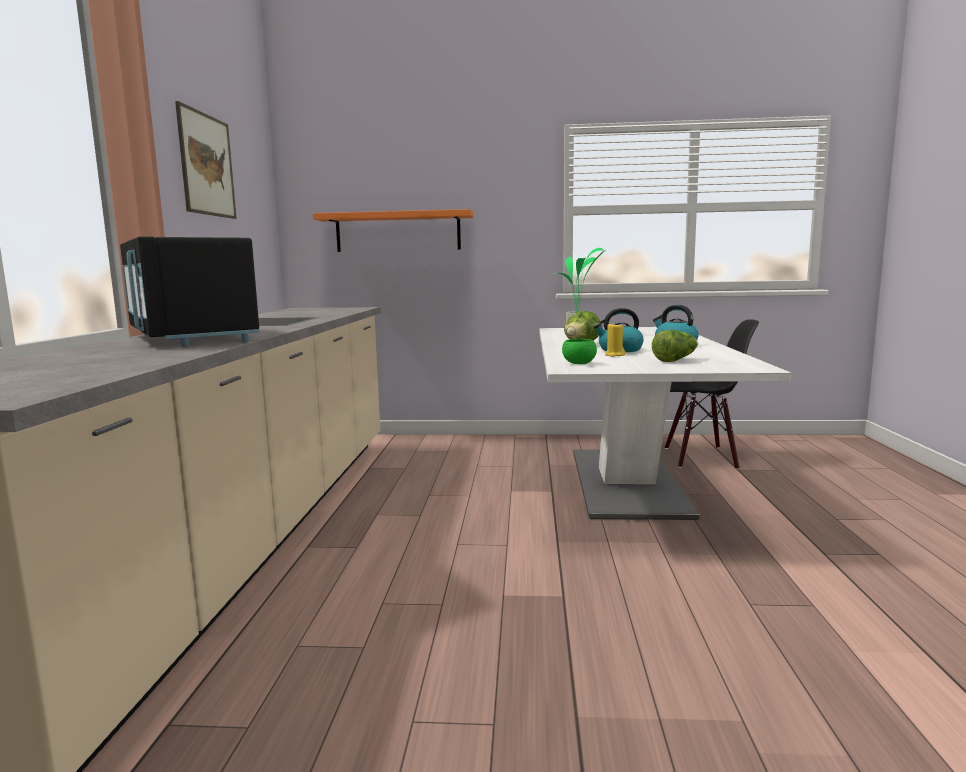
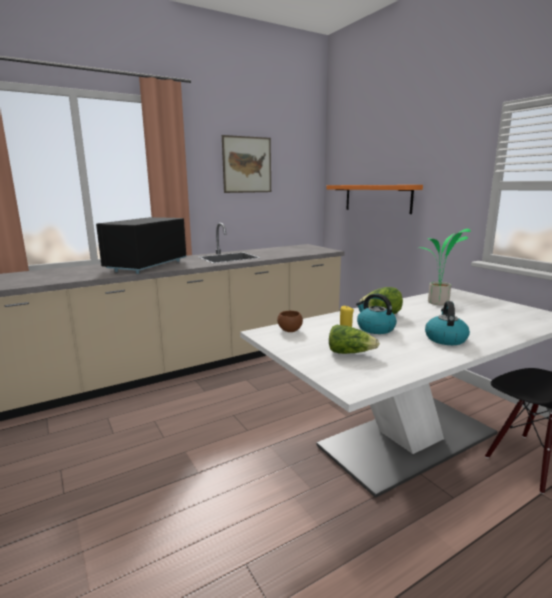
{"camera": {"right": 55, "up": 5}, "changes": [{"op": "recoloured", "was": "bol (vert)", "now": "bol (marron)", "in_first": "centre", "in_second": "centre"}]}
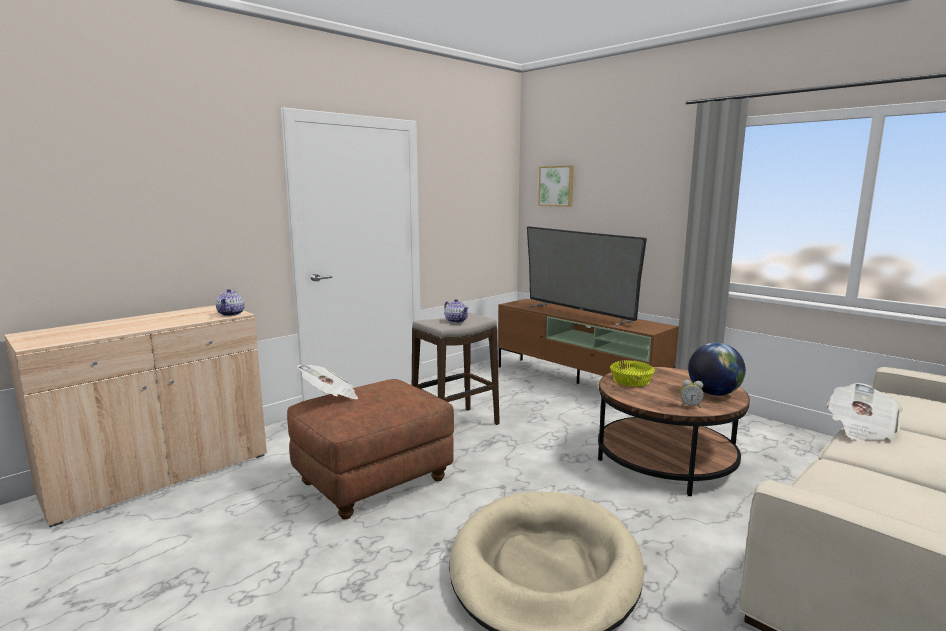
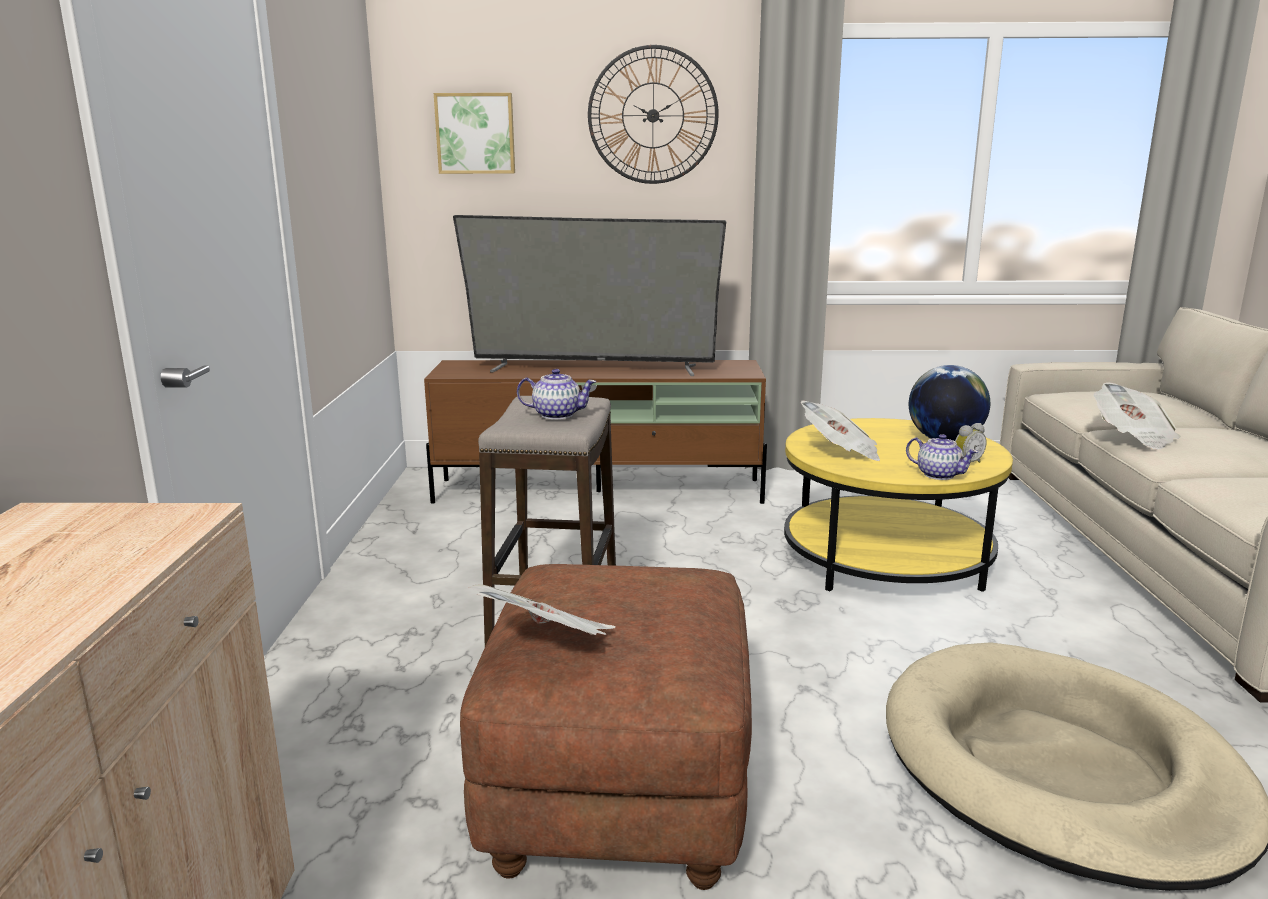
{"camera": {"right": -45, "up": 5}, "changes": [{"op": "moved", "was": "théière (1st from left in the first image)", "now": "théière (2nd from left)", "in_first": "middle left", "in_second": "middle right"}, {"op": "replaced", "was": "bol (jaune)", "now": "journal (2nd from left)", "in_first": "middle right", "in_second": "centre"}, {"op": "recoloured", "was": "table basse (marron)", "now": "table basse (jaune)", "in_first": "bottom right", "in_second": "middle right"}, {"op": "added", "now": "horloge murale", "in_second": "top centre"}]}
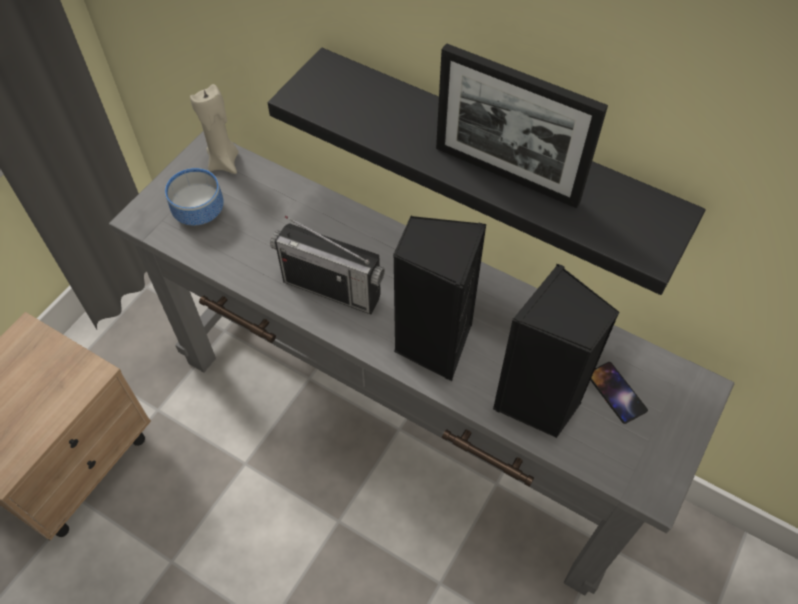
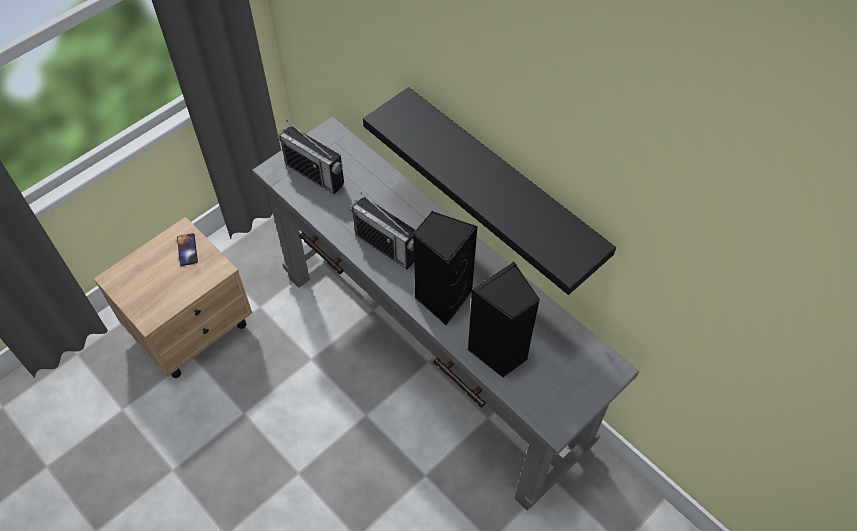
{"camera": {"right": 15, "up": 0}, "changes": [{"op": "removed", "was": "cadre photo", "in_first": "top centre"}, {"op": "removed", "was": "bougie (beige)", "in_first": "top left"}, {"op": "replaced", "was": "bol", "now": "radio (1st from left)", "in_first": "top left", "in_second": "top centre"}, {"op": "moved", "was": "téléphone", "in_first": "middle right", "in_second": "middle left"}]}
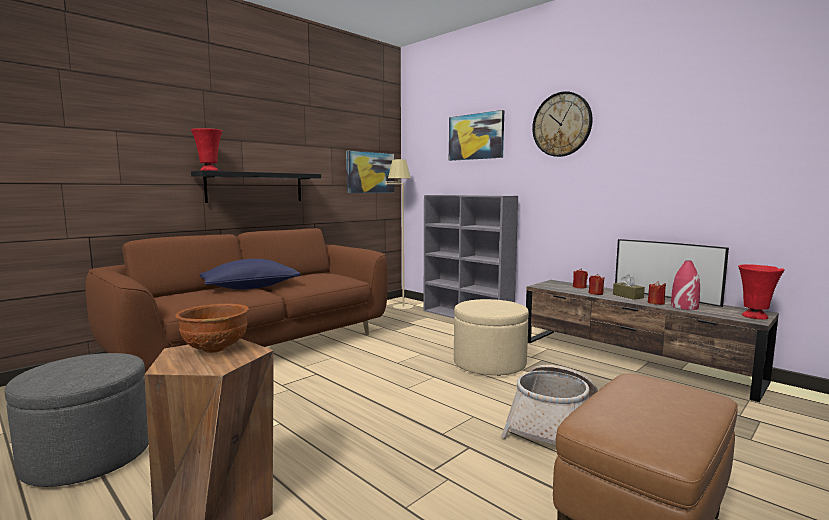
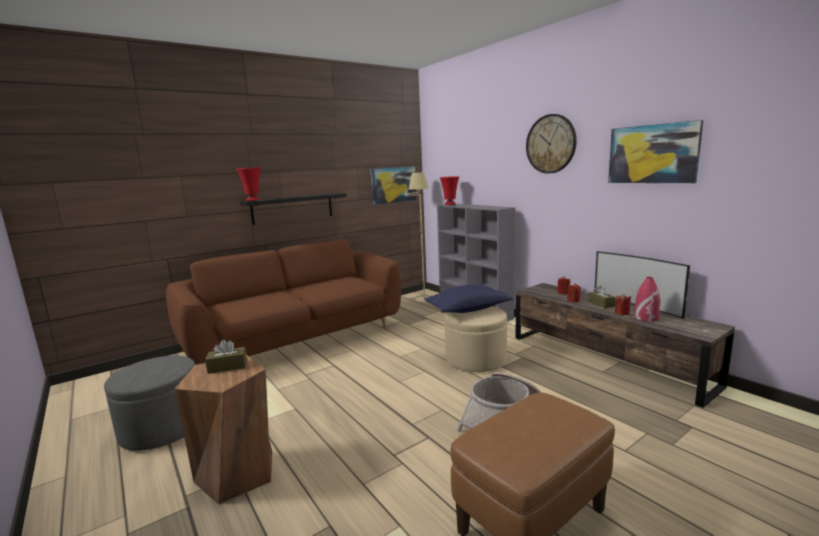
{"camera": {"right": 10, "up": 5}, "changes": [{"op": "moved", "was": "tableau (2nd from left)", "in_first": "top centre", "in_second": "top right"}, {"op": "moved", "was": "coussin (bleu)", "in_first": "middle left", "in_second": "centre"}, {"op": "moved", "was": "vase (rouge) (3rd from left in the first image)", "now": "vase (rouge) (2nd from left)", "in_first": "middle right", "in_second": "centre"}, {"op": "replaced", "was": "bol (marron)", "now": "boîte à mouchoirs (marron) (1st from left)", "in_first": "middle left", "in_second": "middle left"}]}
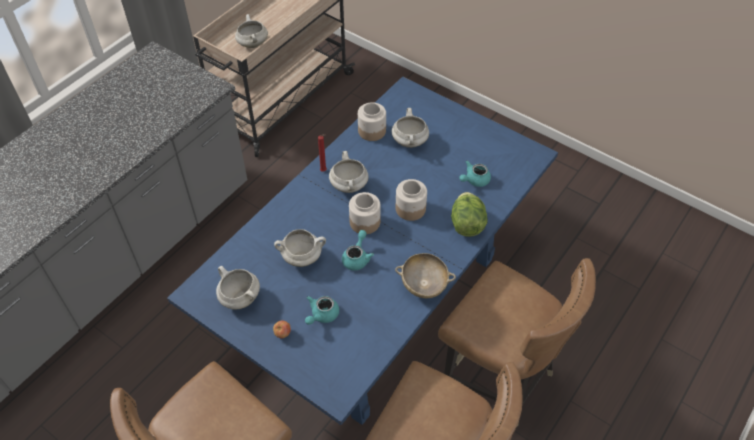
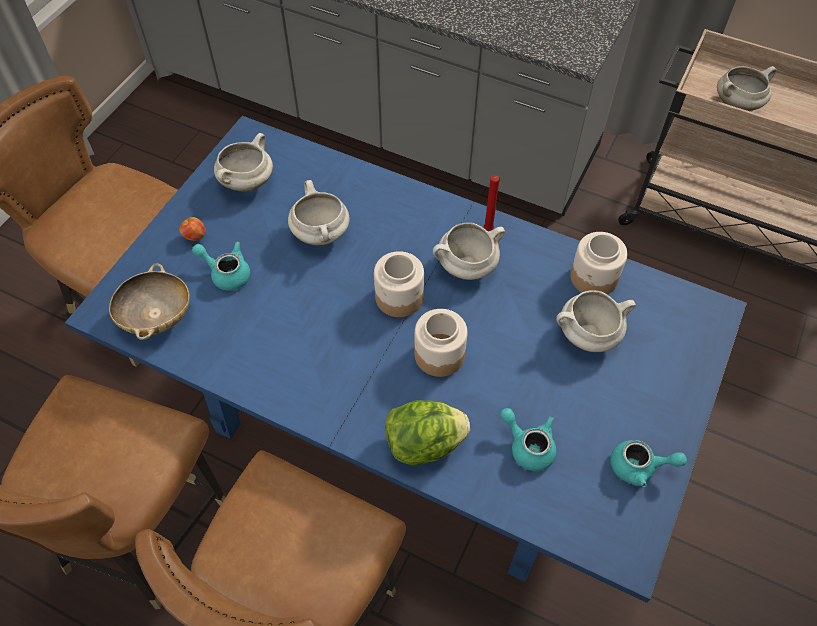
{"camera": {"right": 80, "up": 5}, "changes": [{"op": "moved", "was": "théière (turquoise) (2nd from left in the first image)", "now": "théière (turquoise) (3rd from left)", "in_first": "centre", "in_second": "bottom right"}, {"op": "moved", "was": "bol (beige)", "in_first": "centre", "in_second": "middle left"}]}
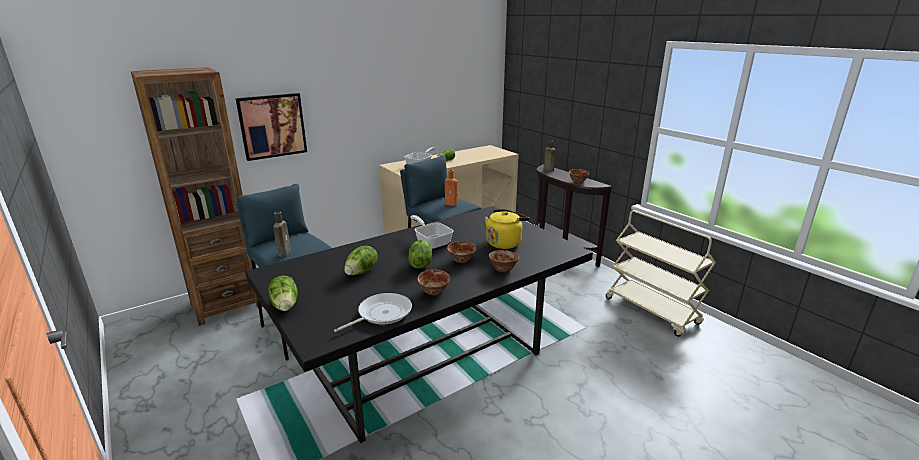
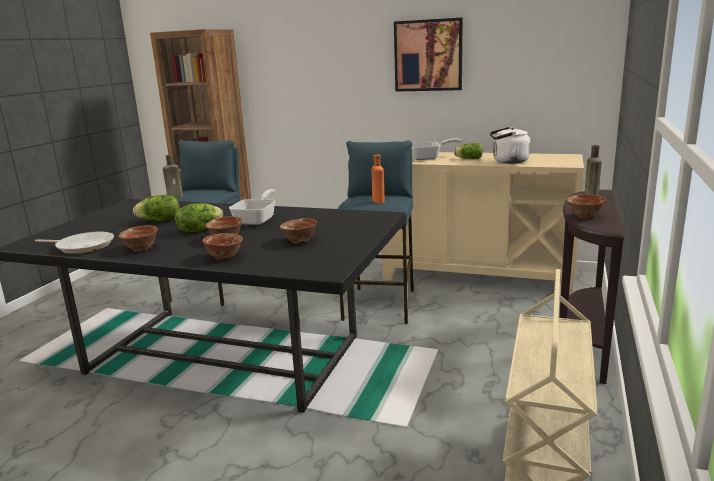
{"camera": {"right": 55, "up": -5}, "changes": [{"op": "moved", "was": "tableau", "in_first": "top left", "in_second": "top centre"}, {"op": "replaced", "was": "bouilloire (jaune)", "now": "bol (4th from left)", "in_first": "centre", "in_second": "centre"}, {"op": "removed", "was": "laitue (1st from left)", "in_first": "middle left"}, {"op": "added", "now": "bouilloire (blanc)", "in_second": "top right"}]}
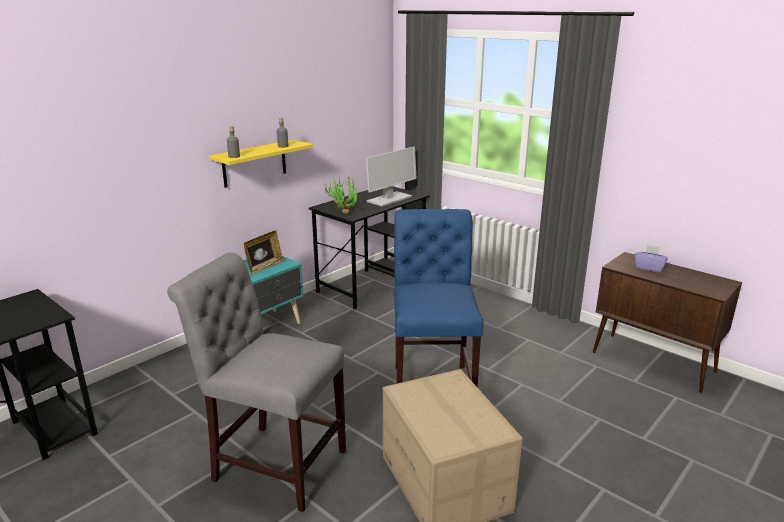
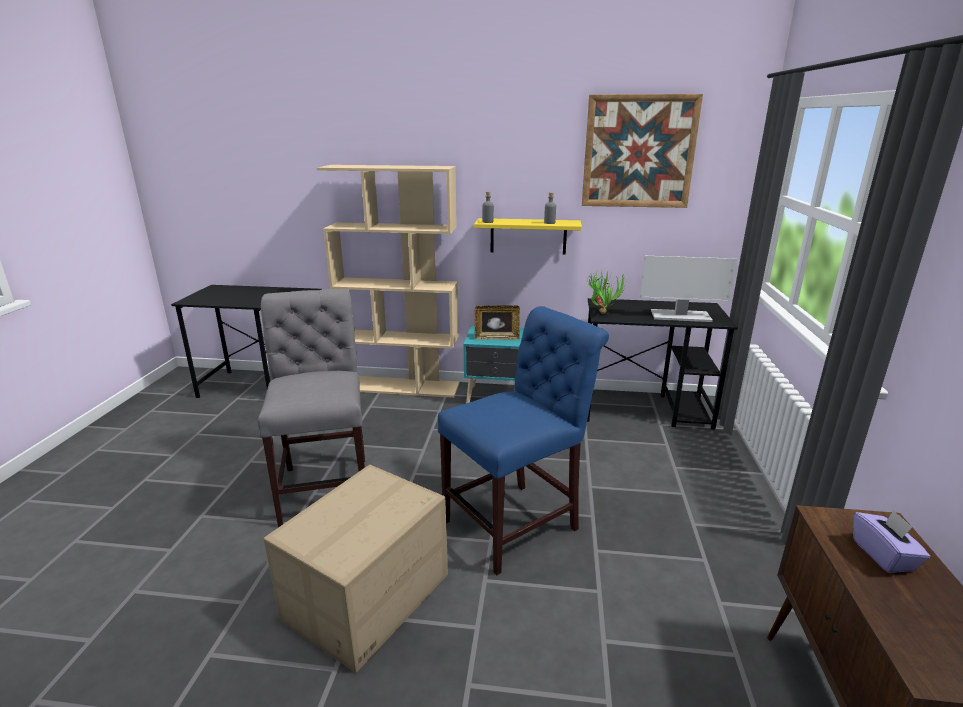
{"camera": {"right": 55, "up": 0}, "changes": [{"op": "added", "now": "tableau", "in_second": "top right"}, {"op": "added", "now": "bibliothèque (beige)", "in_second": "centre"}]}
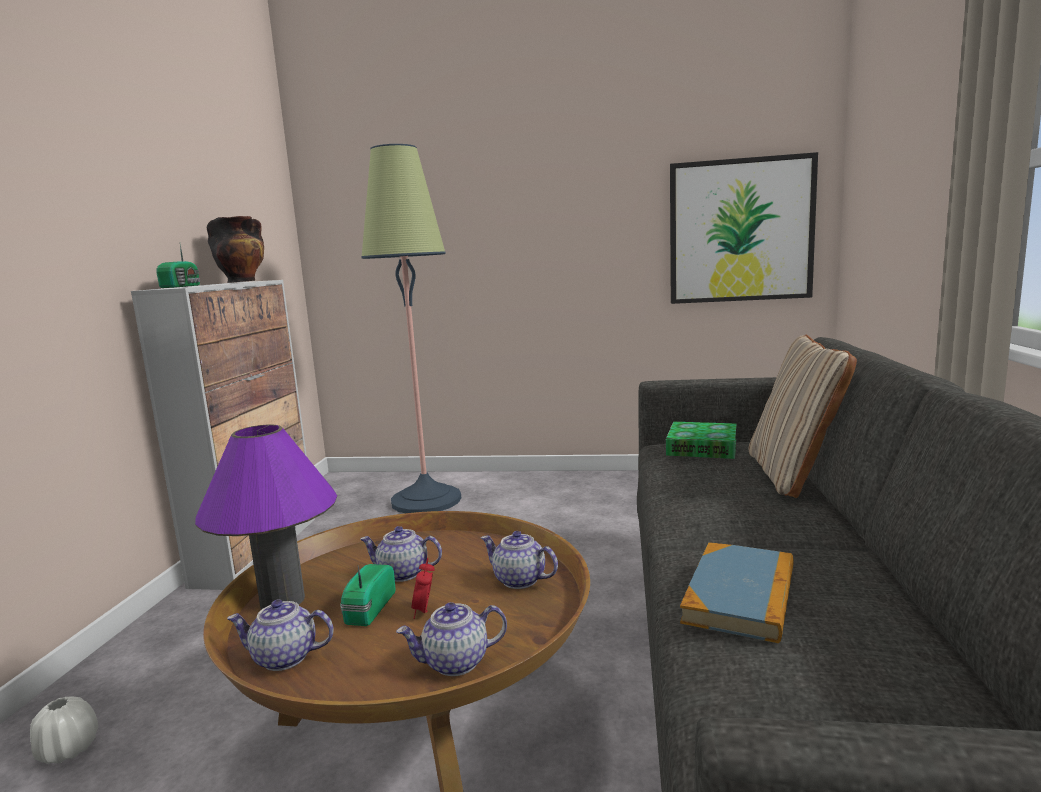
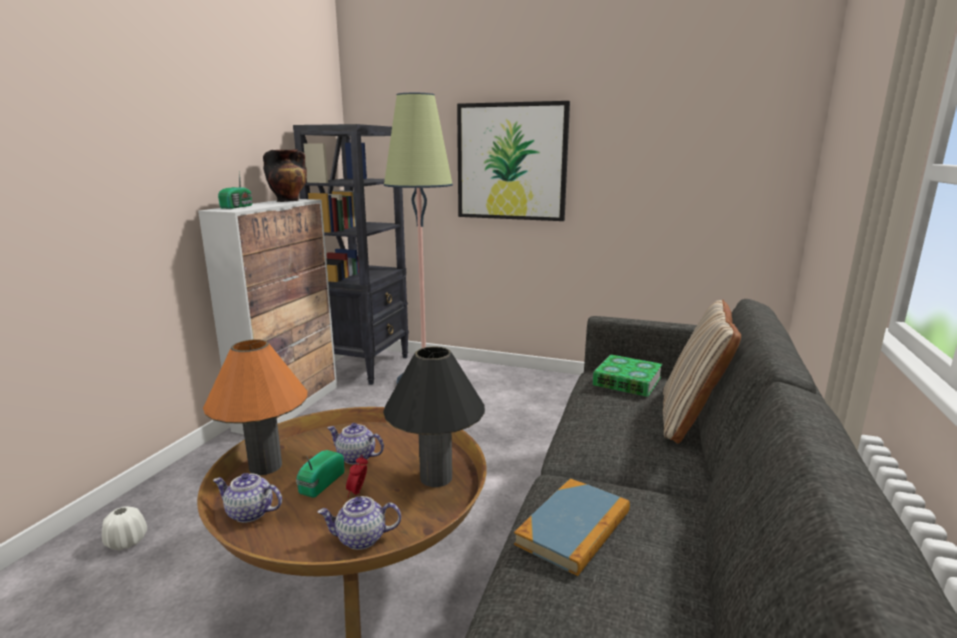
{"camera": {"right": 10, "up": 5}, "changes": [{"op": "moved", "was": "tableau", "in_first": "top right", "in_second": "top centre"}, {"op": "recoloured", "was": "lampe de table (violet)", "now": "lampe de table (orange)", "in_first": "middle left", "in_second": "middle left"}, {"op": "replaced", "was": "théière (4th from left)", "now": "lampe de table (noir)", "in_first": "bottom centre", "in_second": "centre"}, {"op": "added", "now": "bibliothèque (noir)", "in_second": "centre"}]}
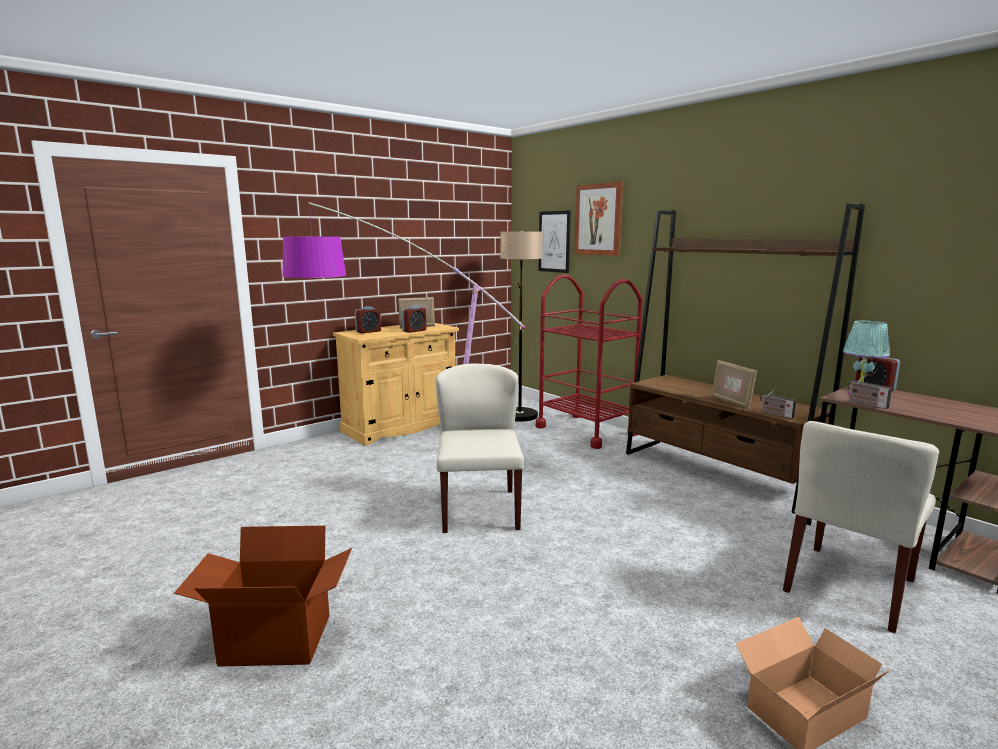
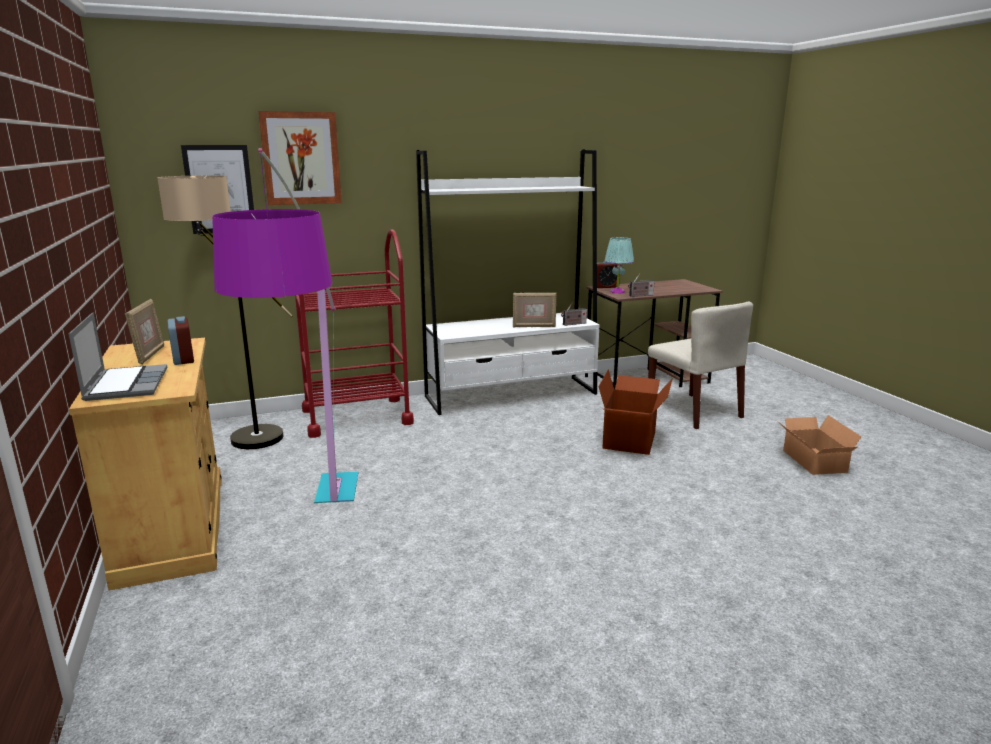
{"camera": {"right": -70, "up": 5}, "changes": [{"op": "recoloured", "was": "bibliothèque (marron)", "now": "bibliothèque (blanc)", "in_first": "middle right", "in_second": "centre"}, {"op": "replaced", "was": "réveil (1st from left)", "now": "ordinateur portable", "in_first": "centre", "in_second": "middle left"}, {"op": "removed", "was": "chaise (beige) (1st from left)", "in_first": "centre"}, {"op": "moved", "was": "carton (1st from left)", "in_first": "bottom left", "in_second": "centre"}]}
